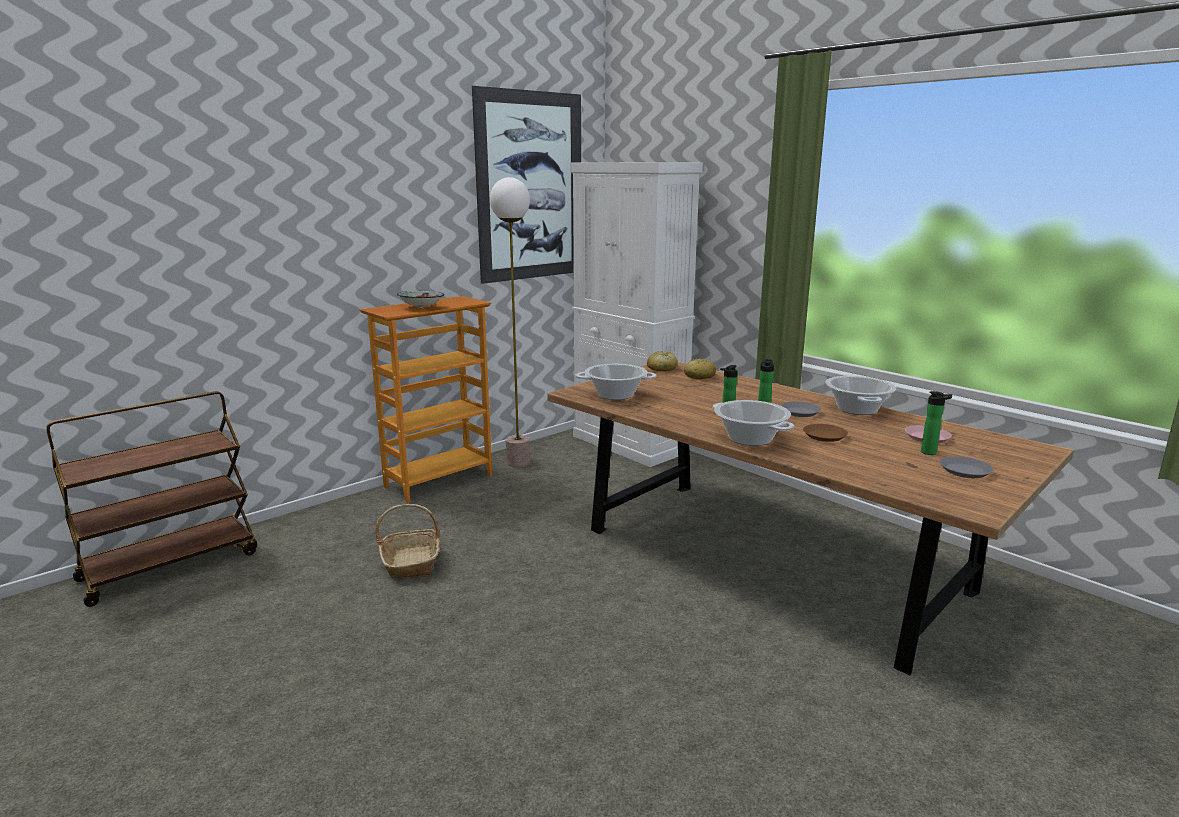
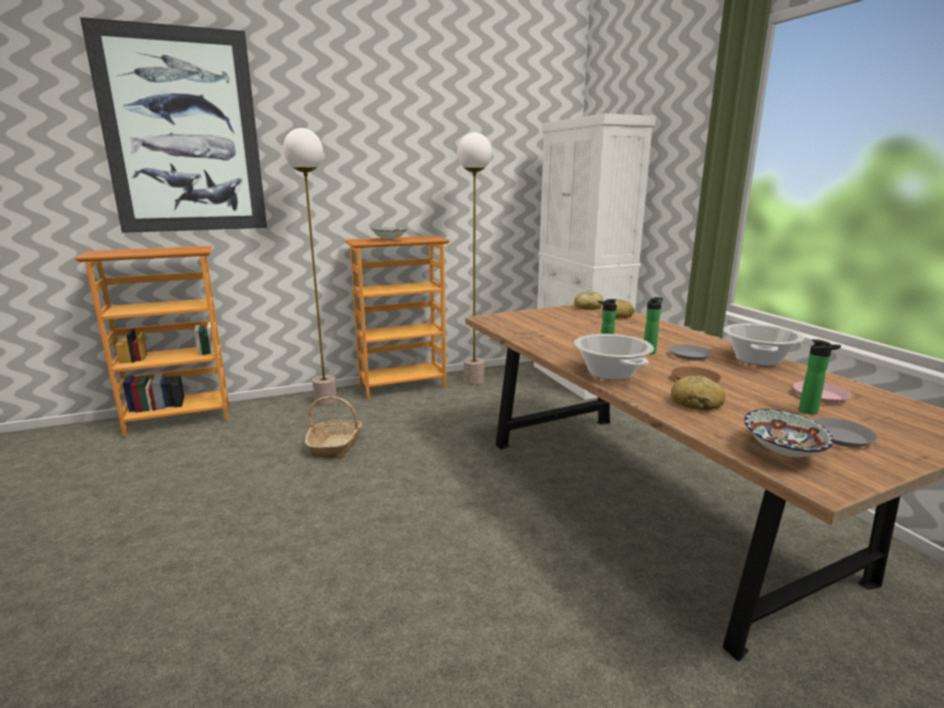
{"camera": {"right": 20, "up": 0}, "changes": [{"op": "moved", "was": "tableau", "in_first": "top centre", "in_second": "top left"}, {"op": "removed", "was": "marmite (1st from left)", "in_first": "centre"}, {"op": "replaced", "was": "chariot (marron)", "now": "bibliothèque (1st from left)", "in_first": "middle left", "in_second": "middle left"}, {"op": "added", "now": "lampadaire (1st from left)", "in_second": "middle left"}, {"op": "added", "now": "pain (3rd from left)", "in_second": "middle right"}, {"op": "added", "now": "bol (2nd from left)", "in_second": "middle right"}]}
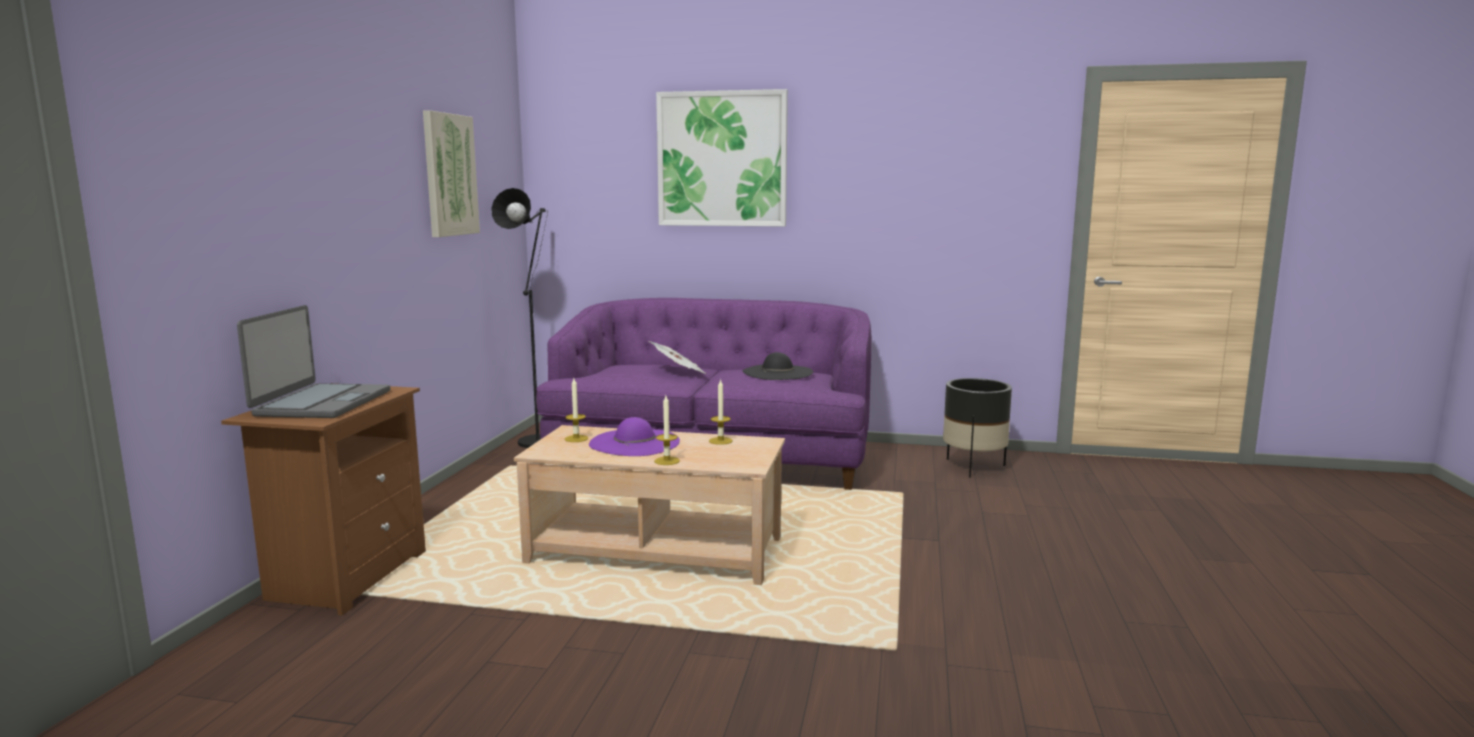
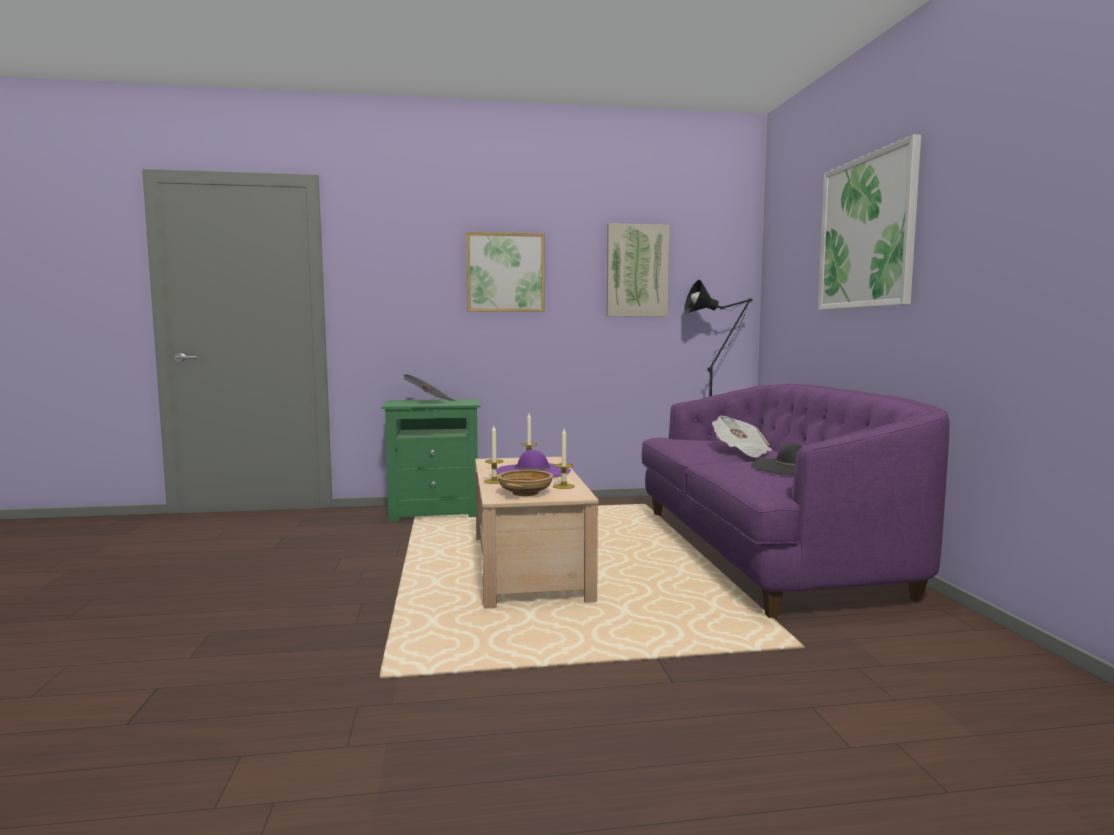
{"camera": {"right": 70, "up": -5}, "changes": [{"op": "replaced", "was": "ordinateur portable", "now": "journal (1st from left)", "in_first": "middle left", "in_second": "centre"}, {"op": "removed", "was": "cache-pot (noir)", "in_first": "centre"}, {"op": "recoloured", "was": "table de chevet (marron)", "now": "table de chevet (vert)", "in_first": "bottom left", "in_second": "centre"}, {"op": "added", "now": "tableau (1st from left)", "in_second": "top centre"}, {"op": "added", "now": "bol (beige)", "in_second": "centre"}]}
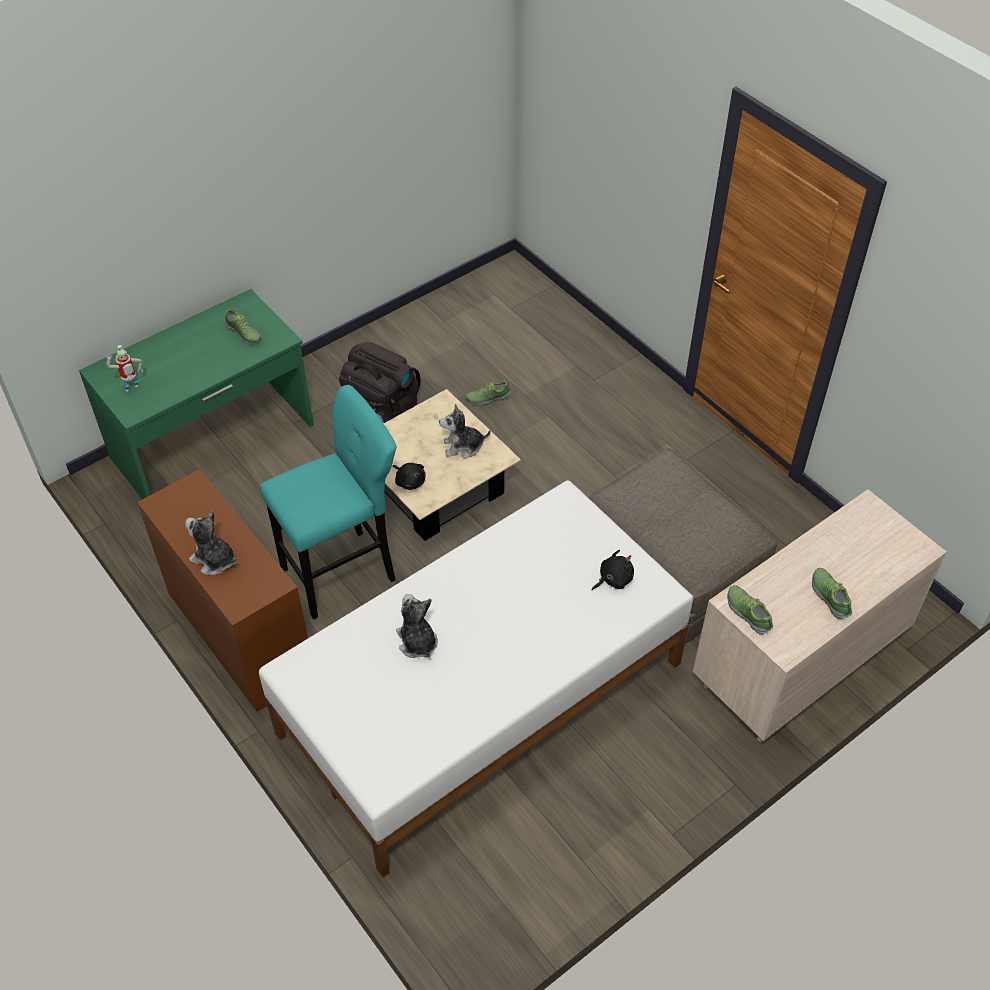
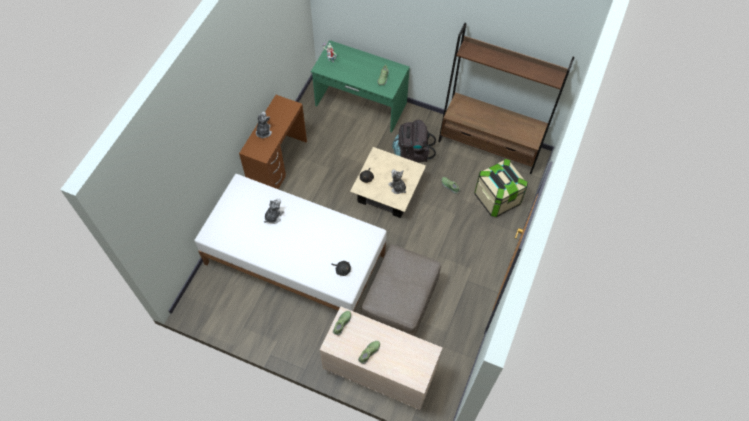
{"camera": {"right": 60, "up": 10}, "changes": [{"op": "removed", "was": "tabouret (turquoise)", "in_first": "middle left"}, {"op": "added", "now": "bibliothèque (marron)", "in_second": "top right"}, {"op": "added", "now": "boîte de rangement", "in_second": "middle right"}]}
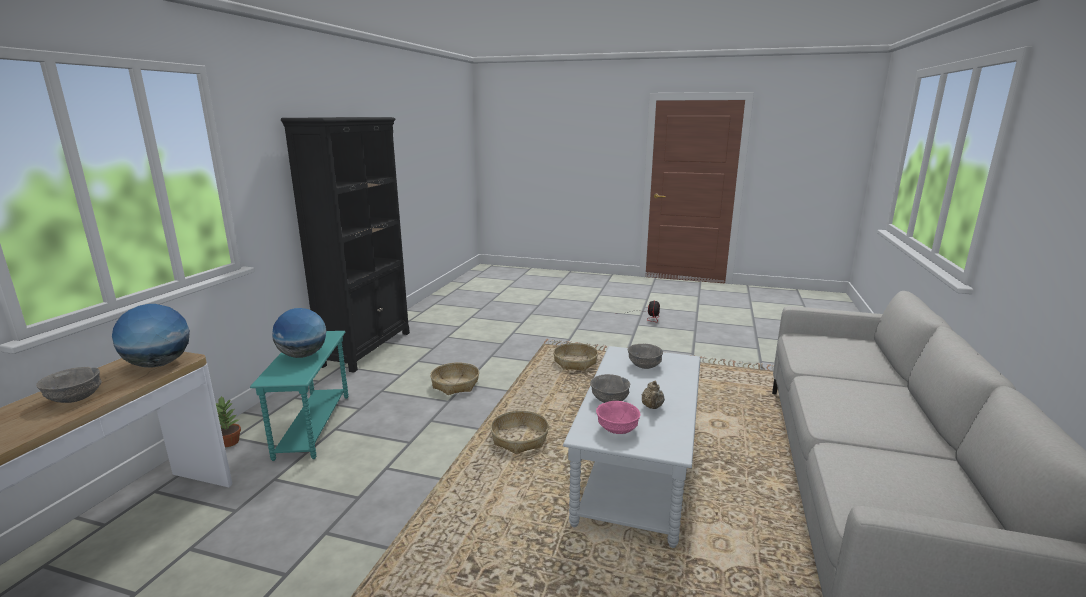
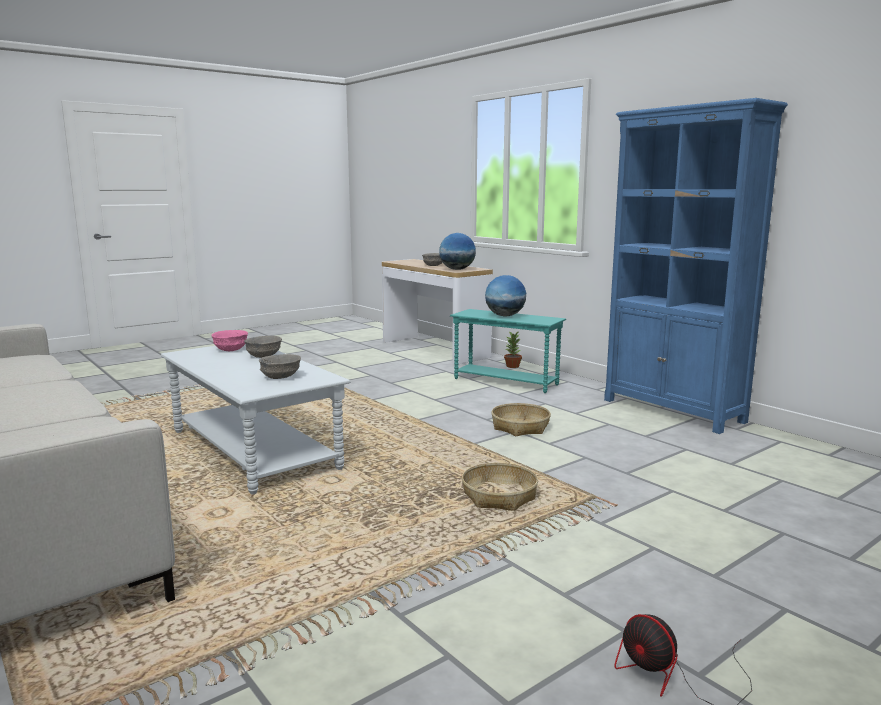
{"camera": {"right": 125, "up": -5}, "changes": [{"op": "recoloured", "was": "bibliothèque (noir)", "now": "bibliothèque (bleu)", "in_first": "middle left", "in_second": "middle right"}, {"op": "removed", "was": "théière (beige)", "in_first": "centre"}, {"op": "removed", "was": "panier (2nd from left)", "in_first": "bottom centre"}]}
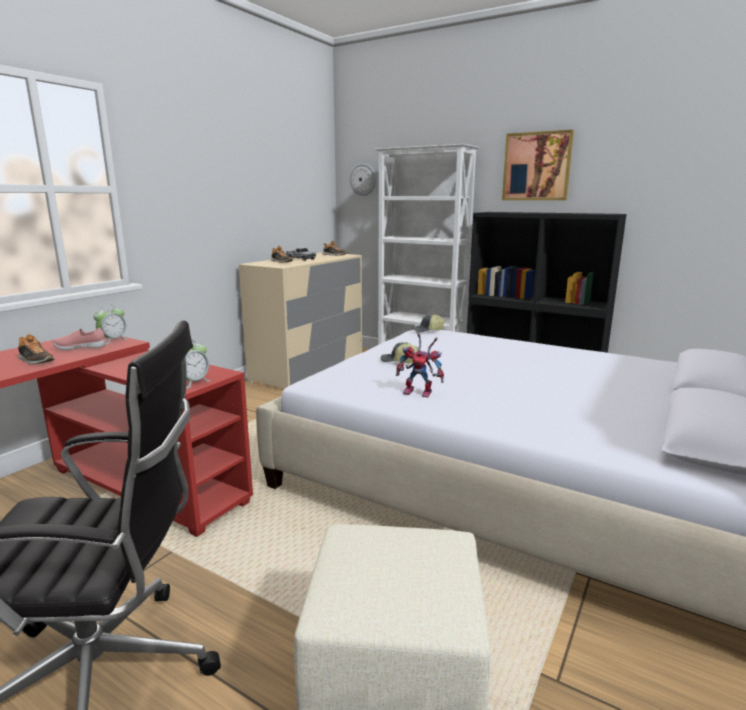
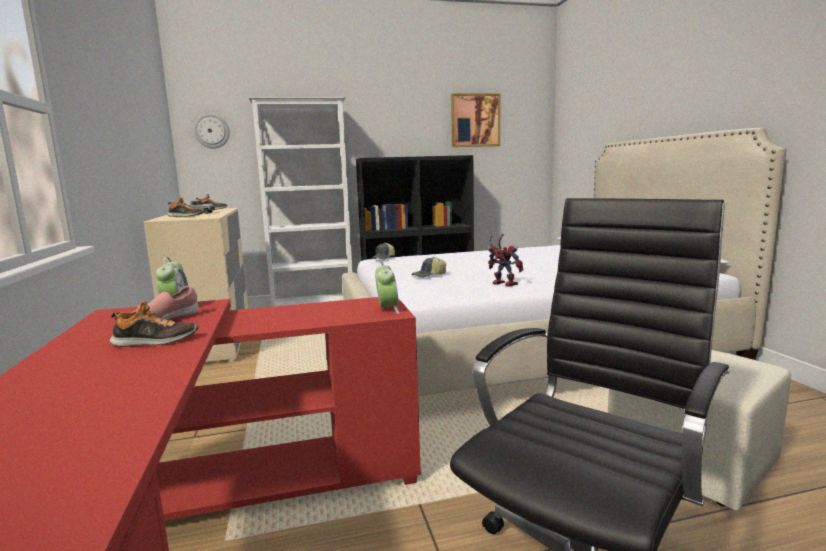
{"camera": {"right": -45, "up": -5}, "changes": [{"op": "moved", "was": "tableau", "in_first": "top right", "in_second": "top centre"}, {"op": "turned", "was": "robot jouet", "in_first": "centre", "in_second": "centre", "clockwise": -105}]}
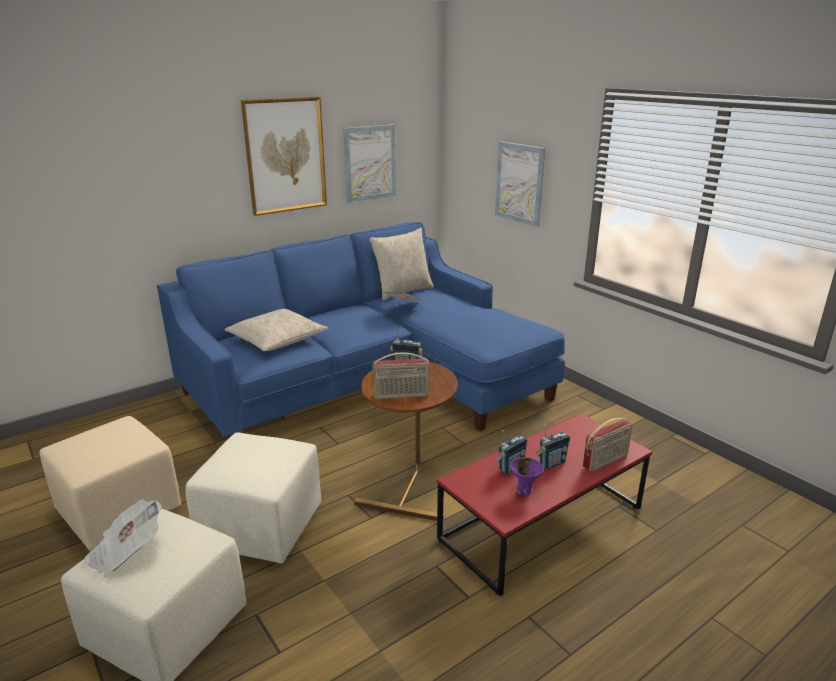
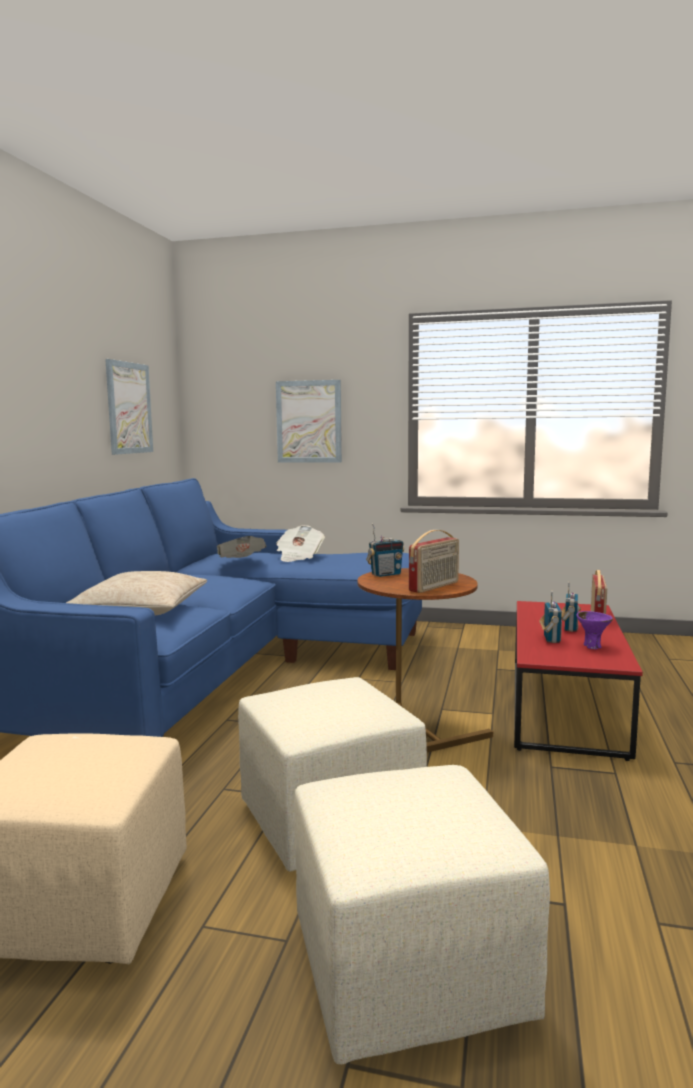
{"camera": {"right": -40, "up": -15}, "changes": [{"op": "removed", "was": "tableau (1st from left)", "in_first": "top centre"}, {"op": "removed", "was": "coussin (beige) (2nd from left)", "in_first": "centre"}, {"op": "moved", "was": "journal (1st from left in the first image)", "now": "journal (2nd from left)", "in_first": "bottom left", "in_second": "centre"}]}
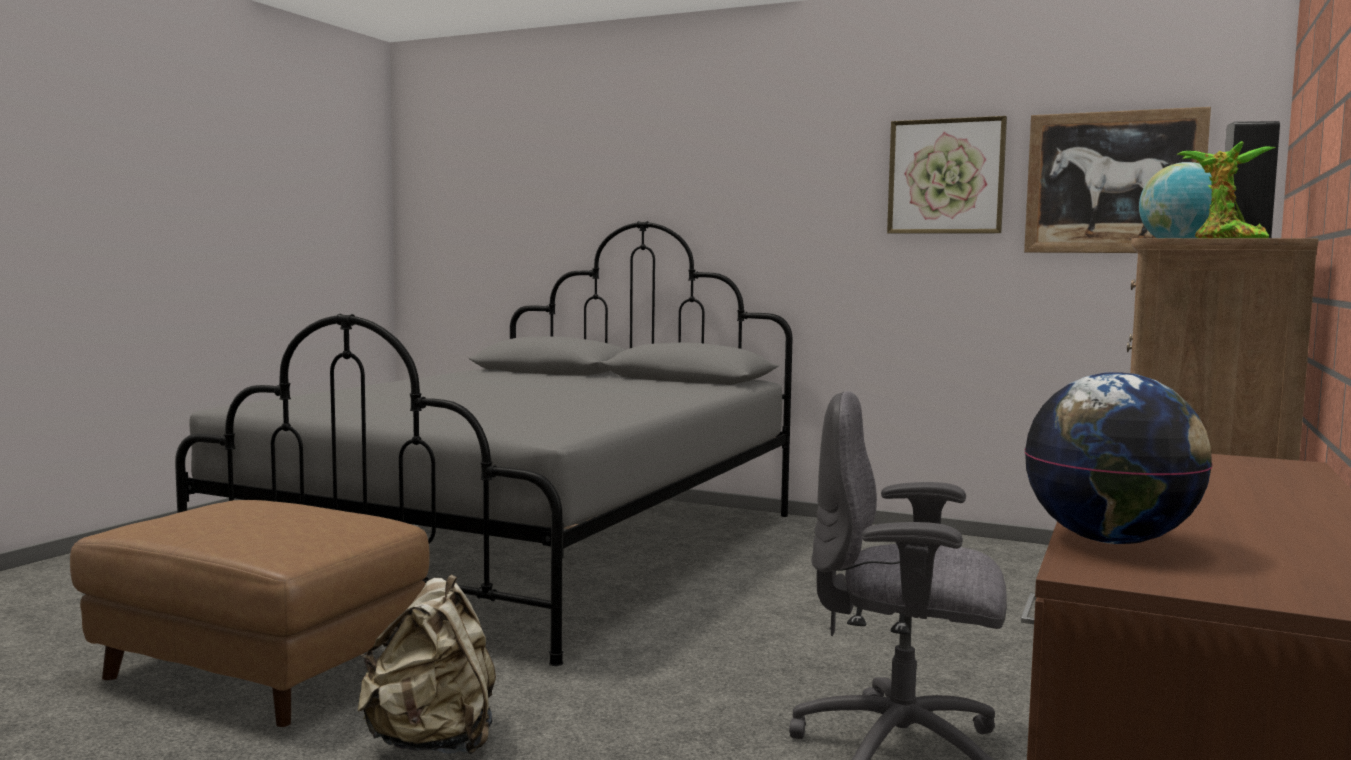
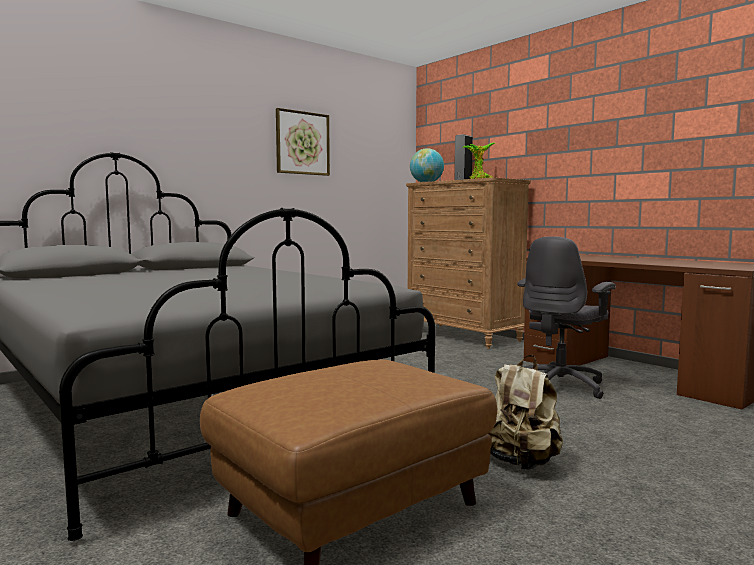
{"camera": {"right": -65, "up": 0}, "changes": [{"op": "removed", "was": "tableau (2nd from left)", "in_first": "top right"}, {"op": "removed", "was": "globe (1st from left)", "in_first": "middle right"}]}
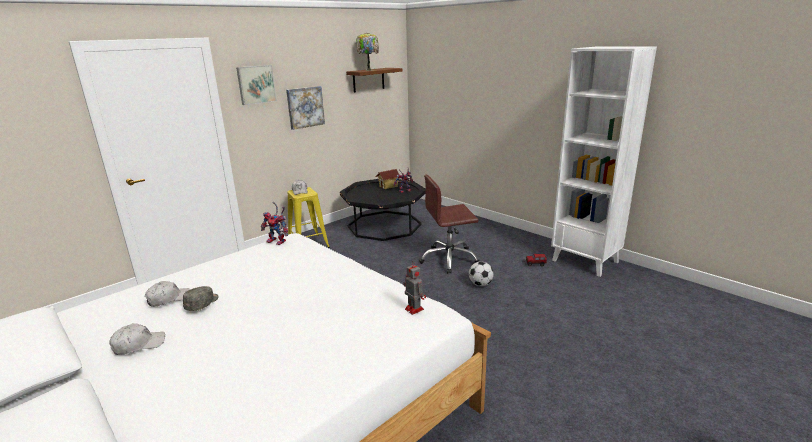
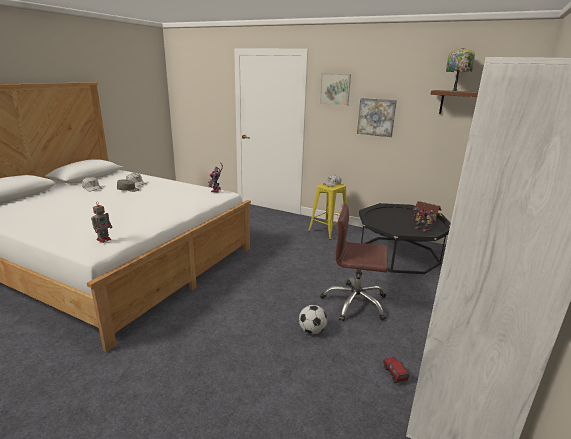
{"camera": {"right": 70, "up": 0}, "changes": [{"op": "turned", "was": "chaise de bureau (marron)", "in_first": "centre", "in_second": "centre", "clockwise": -45}]}
